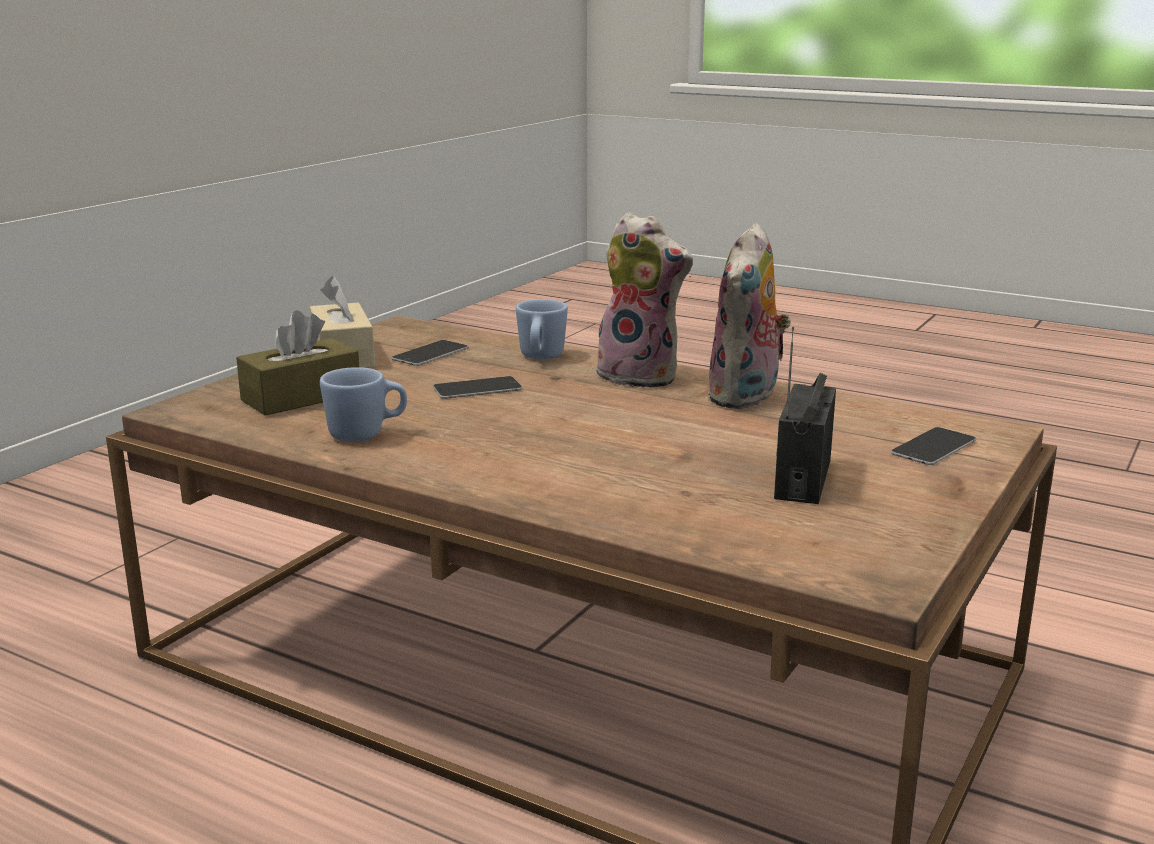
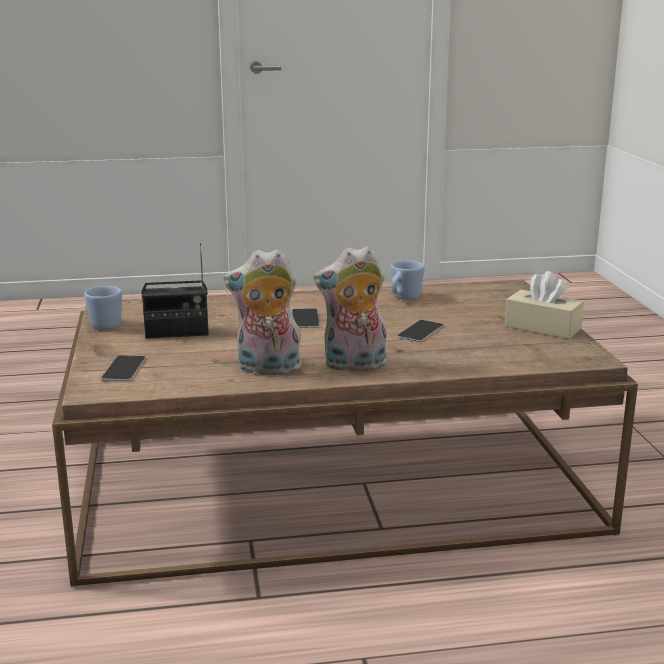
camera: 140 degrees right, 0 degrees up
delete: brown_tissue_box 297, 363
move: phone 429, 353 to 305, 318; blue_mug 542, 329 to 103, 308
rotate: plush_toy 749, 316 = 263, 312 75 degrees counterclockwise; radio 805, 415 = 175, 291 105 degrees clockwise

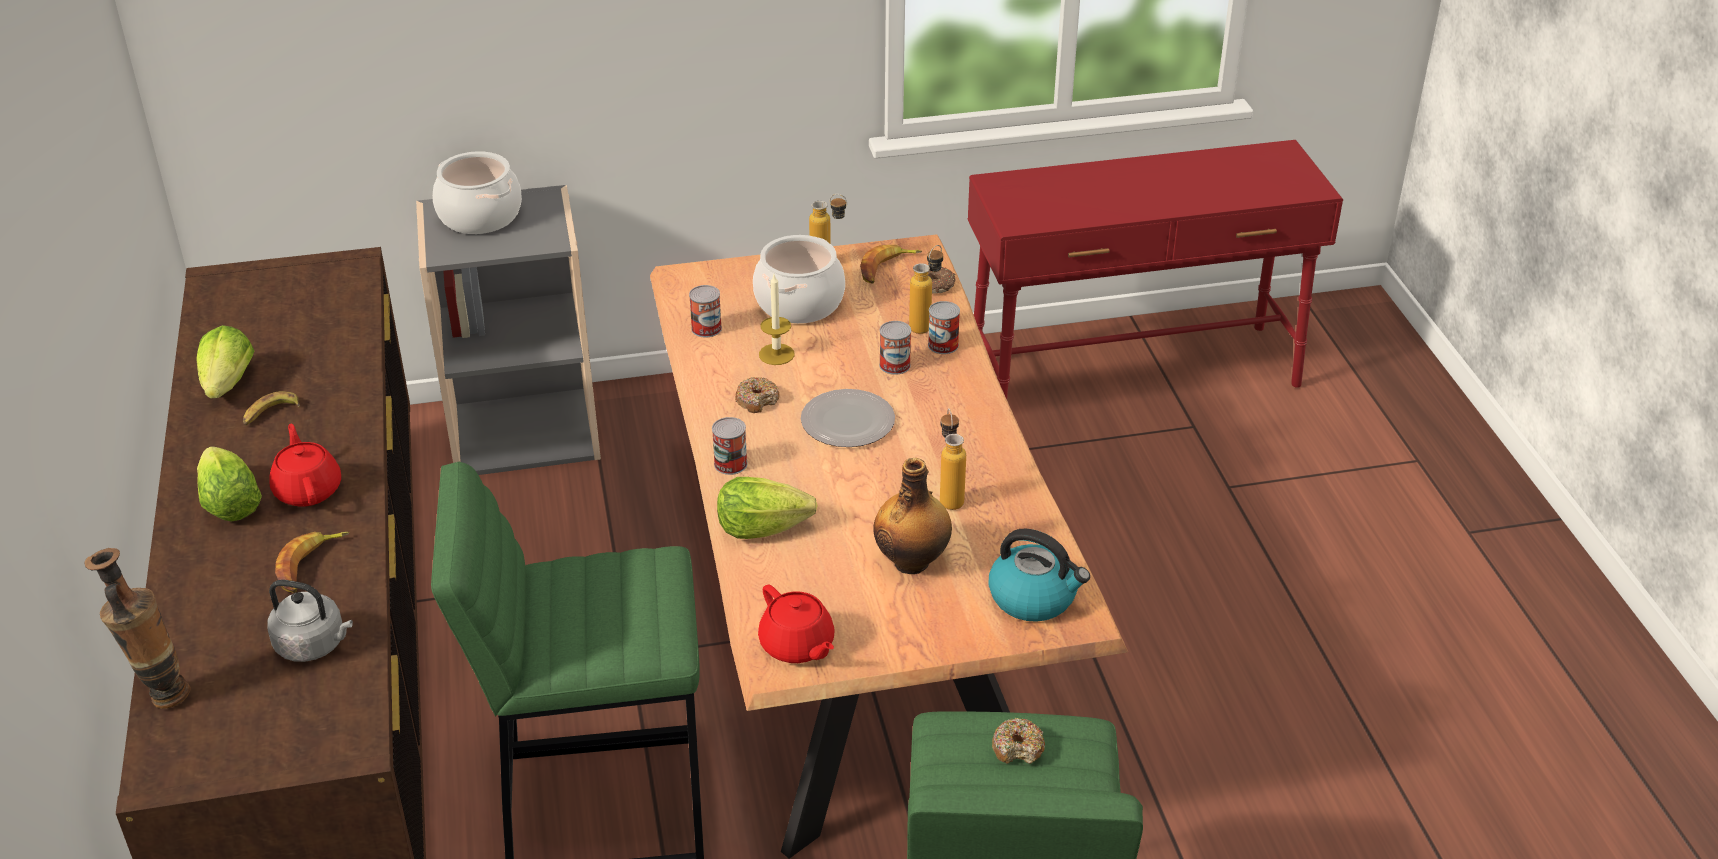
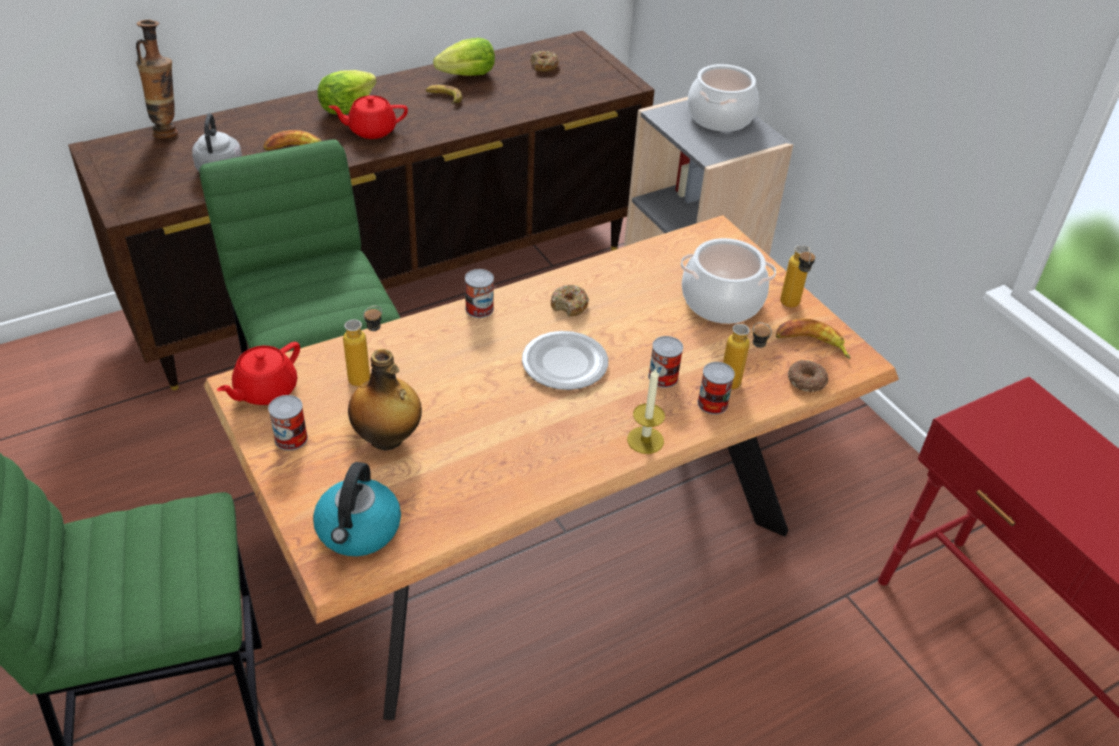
camera: 70 degrees right, 5 degrees up
delete: lettuce 767, 508
move: can 705, 311 to 288, 422; candle 777, 320 to 646, 410; bottle 953, 459 to 362, 346; donut 1018, 741 to 545, 61
rotate: red_teapot 305, 465 = 368, 117 150 degrees counterclockwise

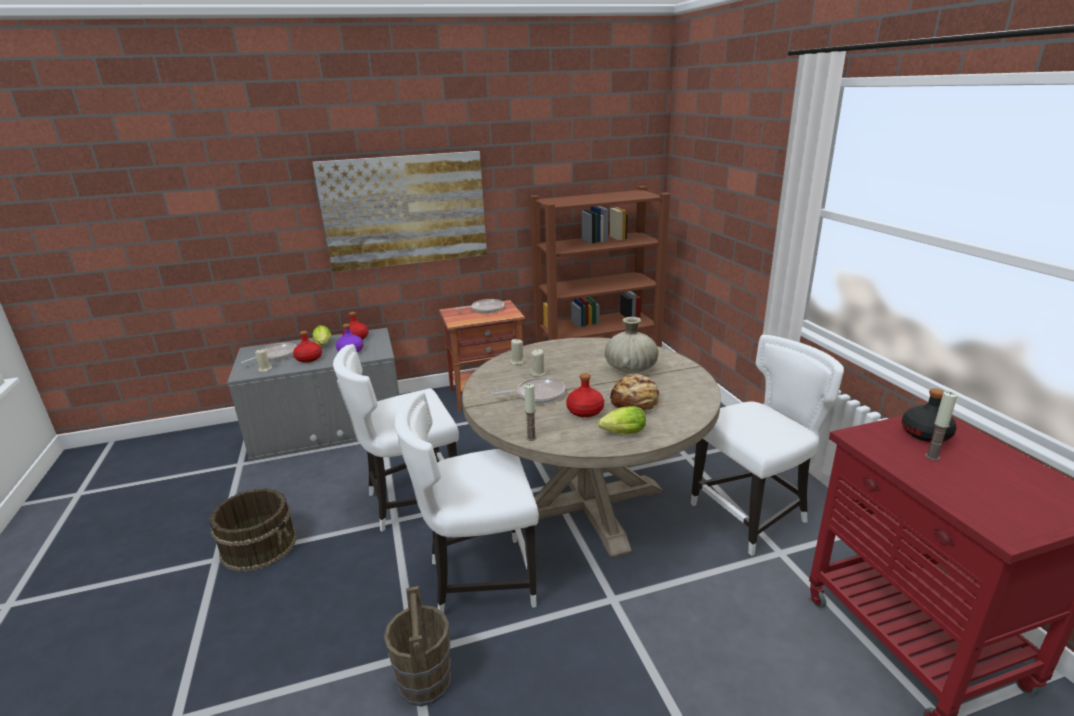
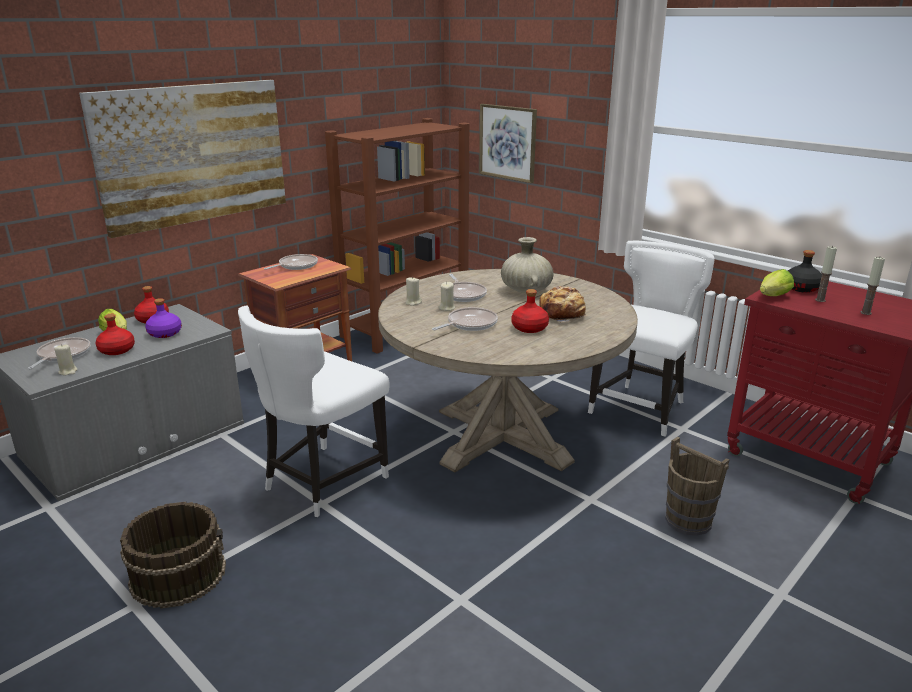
camera: 30 degrees left, 0 degrees up
delete: white_chair 467, 502
insert: frying_pan 468, 288; picture 508, 143
move: brown_bucket 417, 646 to 697, 486; candle 530, 412 to 872, 286; lettuce 622, 420 to 777, 282

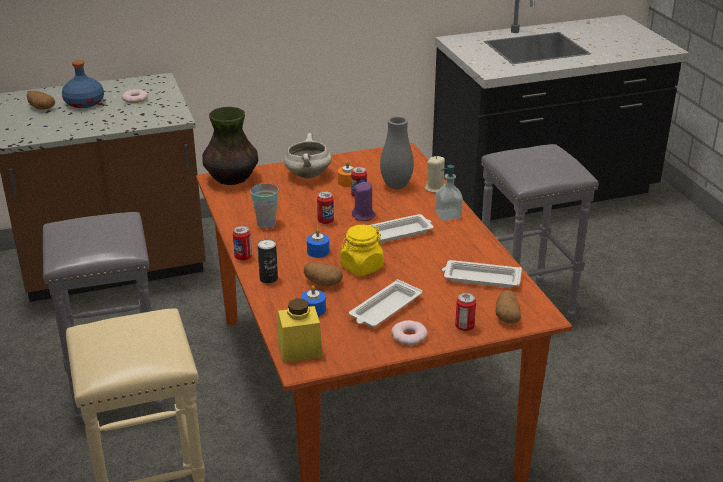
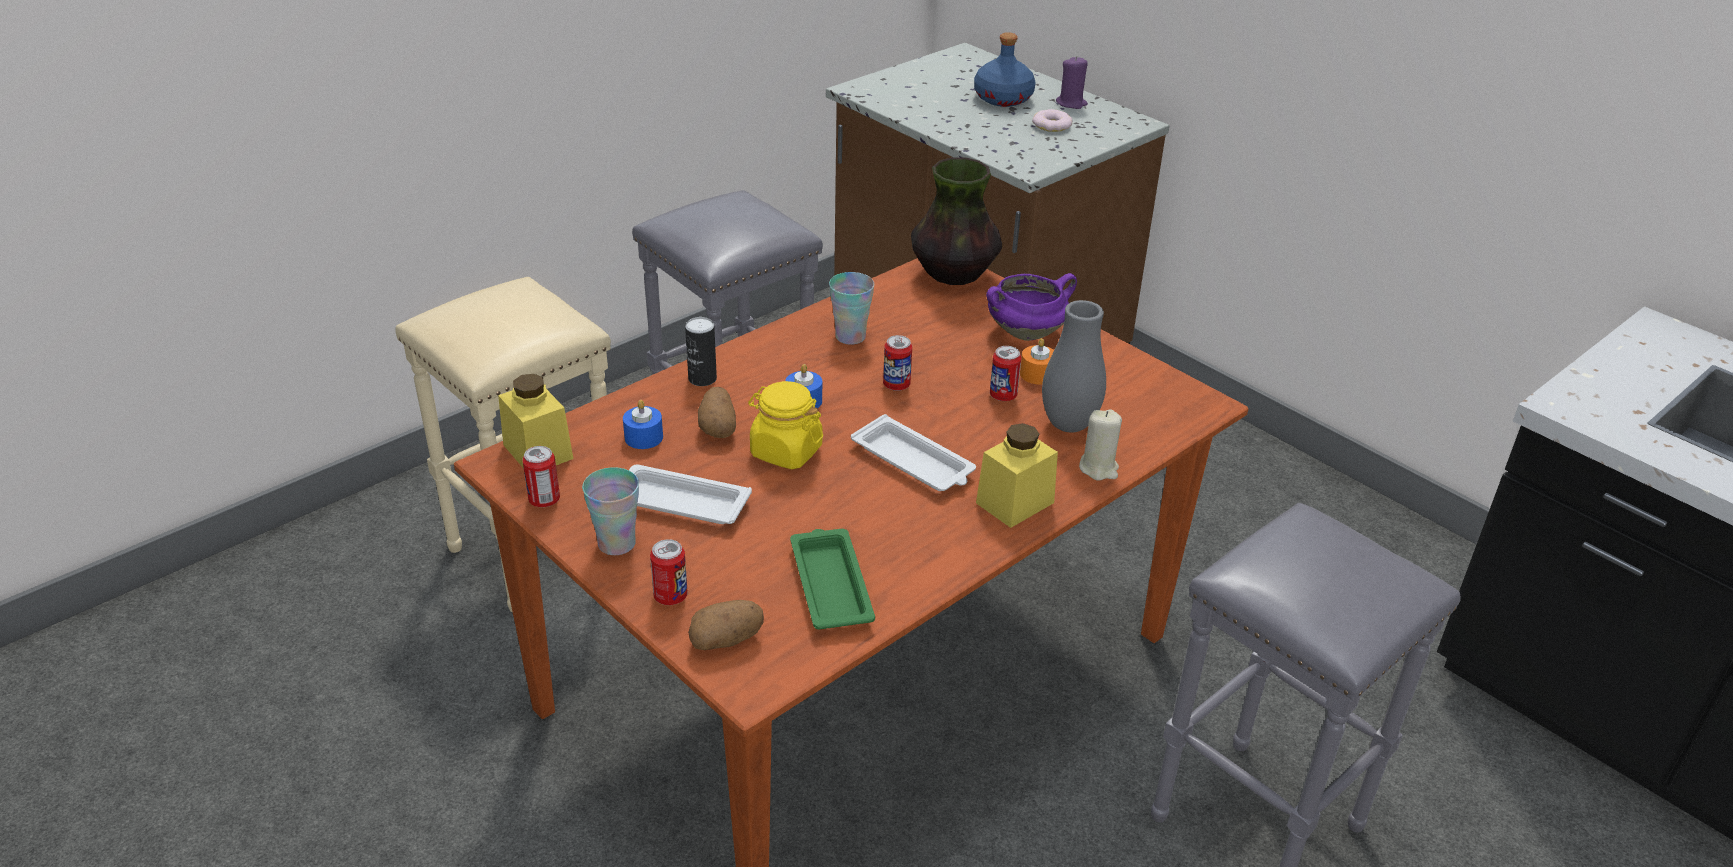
camera: 65 degrees right, 5 degrees up
delete: potato 41, 100
move: can 242, 243 to 541, 476; purple_candle 363, 201 to 1072, 82
replace: donut 409, 332 to cup 610, 511; soap_dispenser 449, 193 to yellow_jar 1017, 475
recolor: white_cooking_pot 308, 156 to purple_cooking_pot 1031, 307; white_tray 482, 274 to green_tray 832, 579

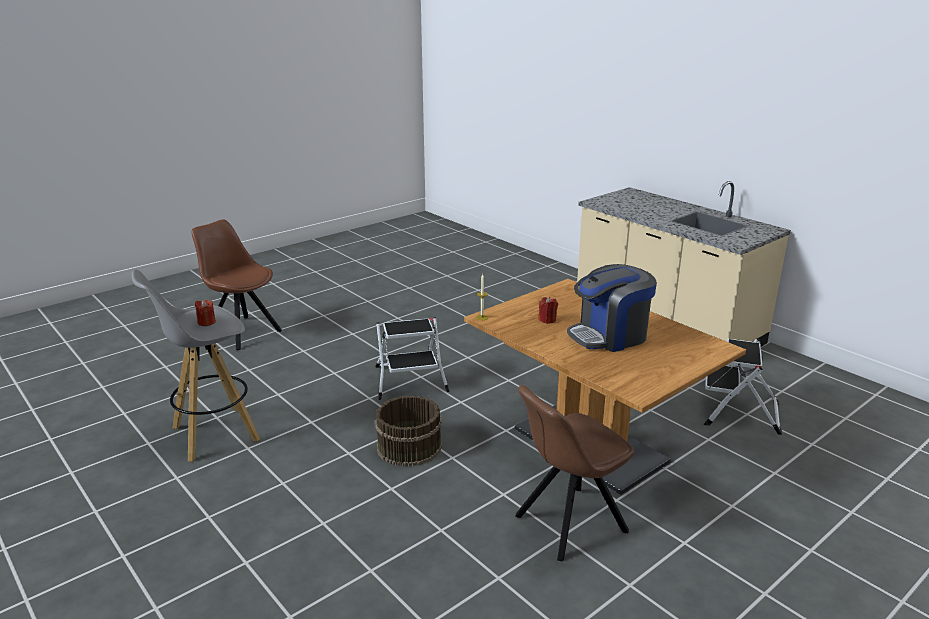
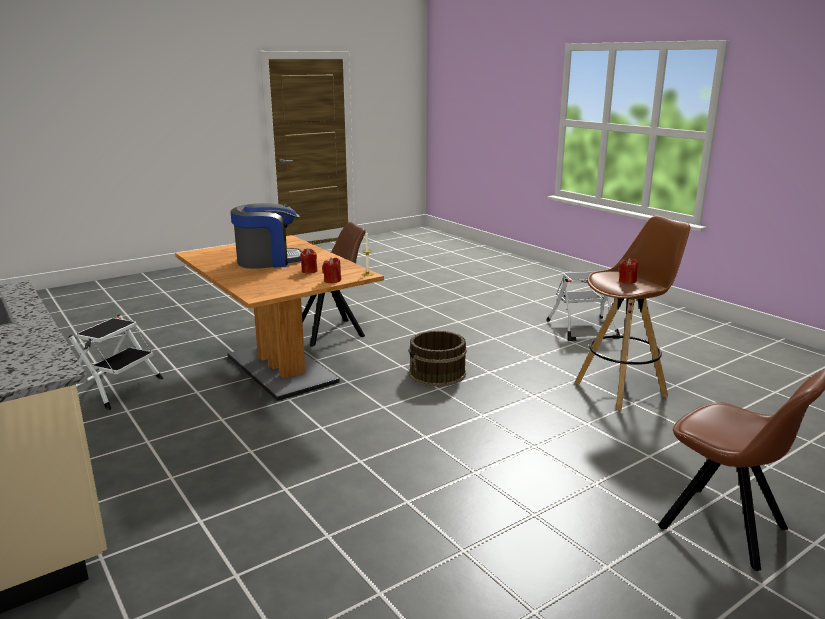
camera: 175 degrees left, 5 degrees down
insert: red_candle 331, 270
move: step_ladder 412, 358 to 583, 306
recolor: grey_stool 196, 365 to brown_stool 632, 313

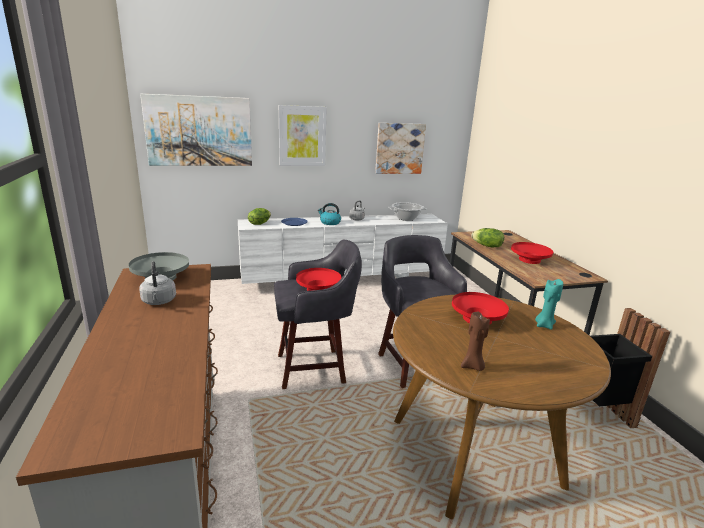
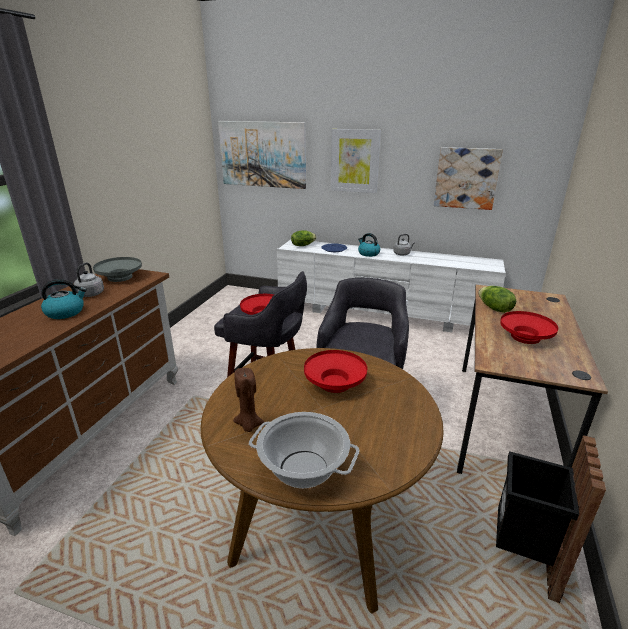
camera: 35 degrees right, 5 degrees up
delete: turquoise_candle 549, 304
insert: kettle 64, 299
move: cooking_pot 407, 211 to 304, 450

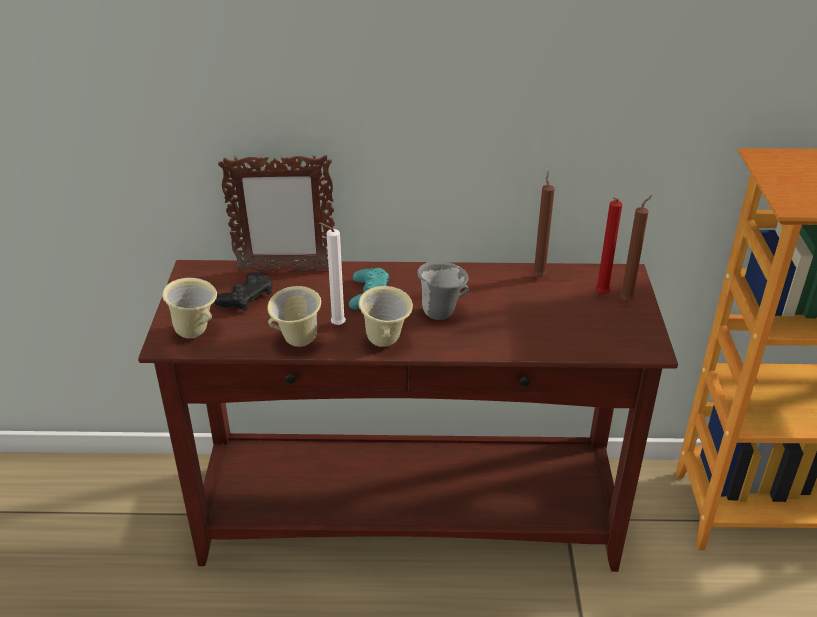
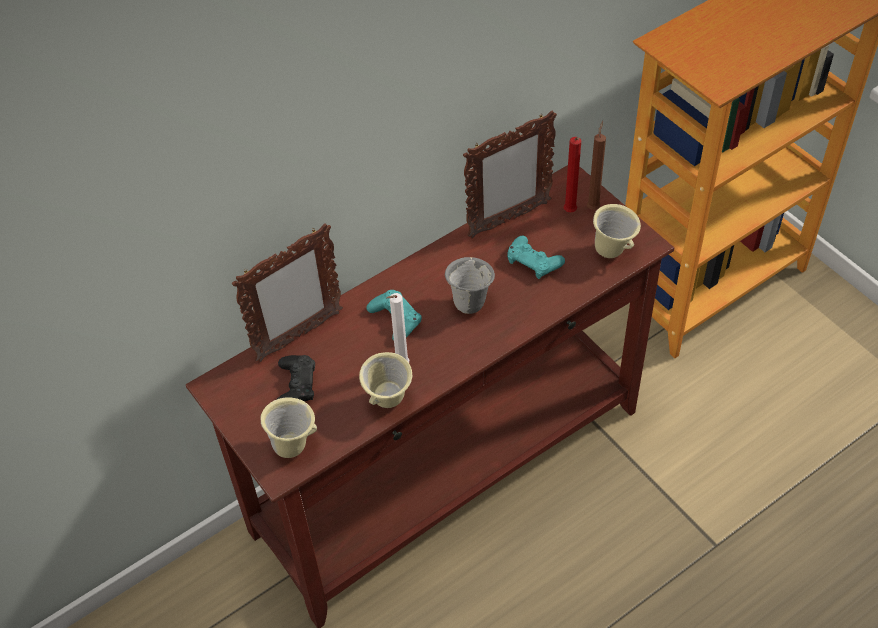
camera: 35 degrees left, 15 degrees up
insert: turquoise_game_controller 536, 257
move: beige_mug 385, 316 to 617, 231
replace: brown_candle 544, 224 to picture_frame 510, 174

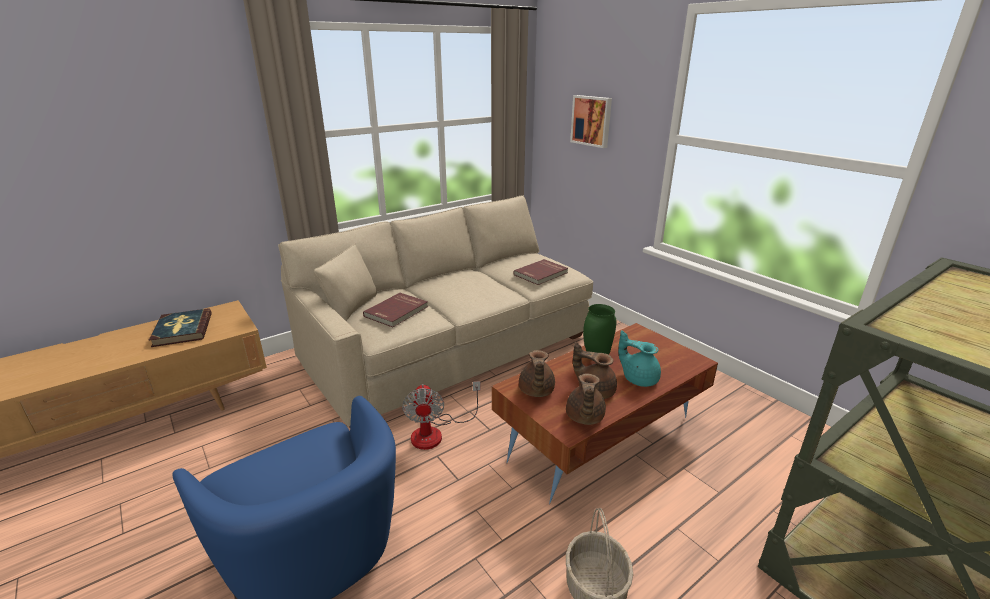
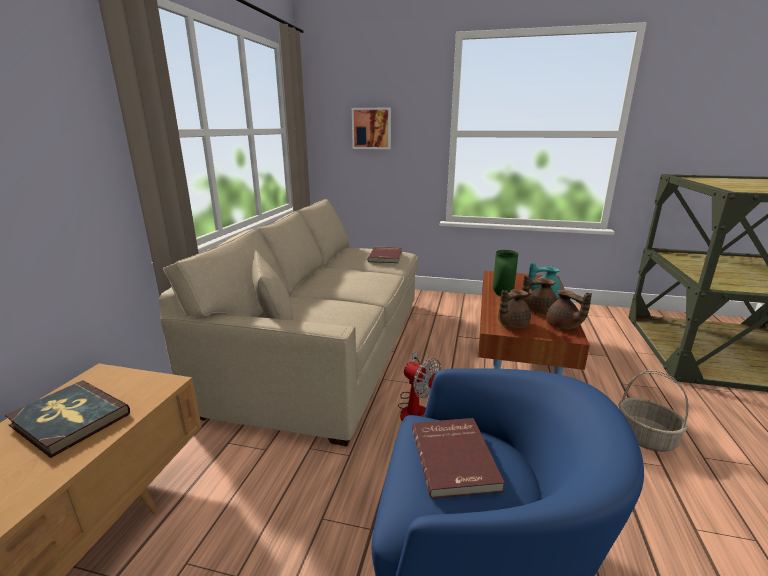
camera: 40 degrees left, 5 degrees down
move: red_book 395, 310 to 458, 458
rotate: brown_teapot 537, 373 = 514, 308 90 degrees clockwise

